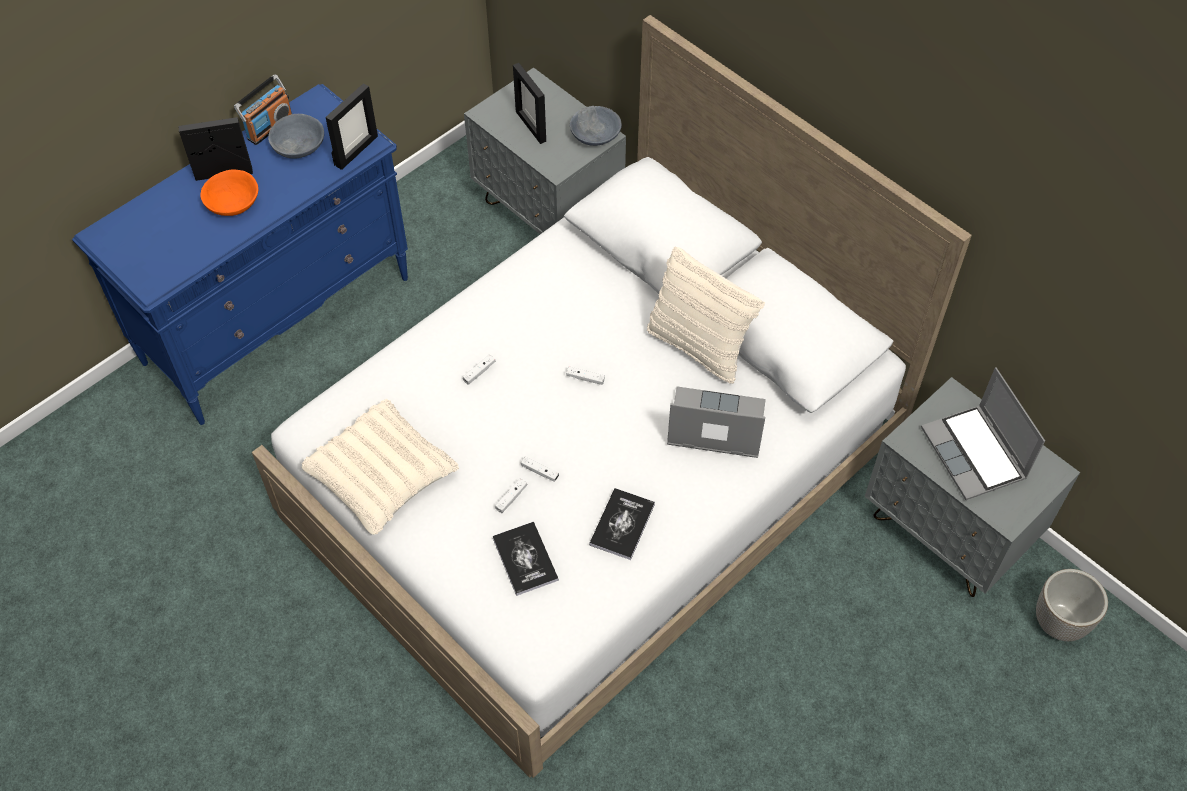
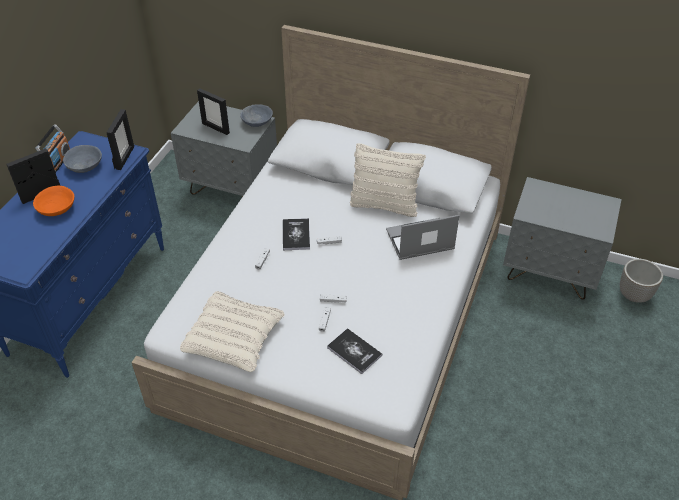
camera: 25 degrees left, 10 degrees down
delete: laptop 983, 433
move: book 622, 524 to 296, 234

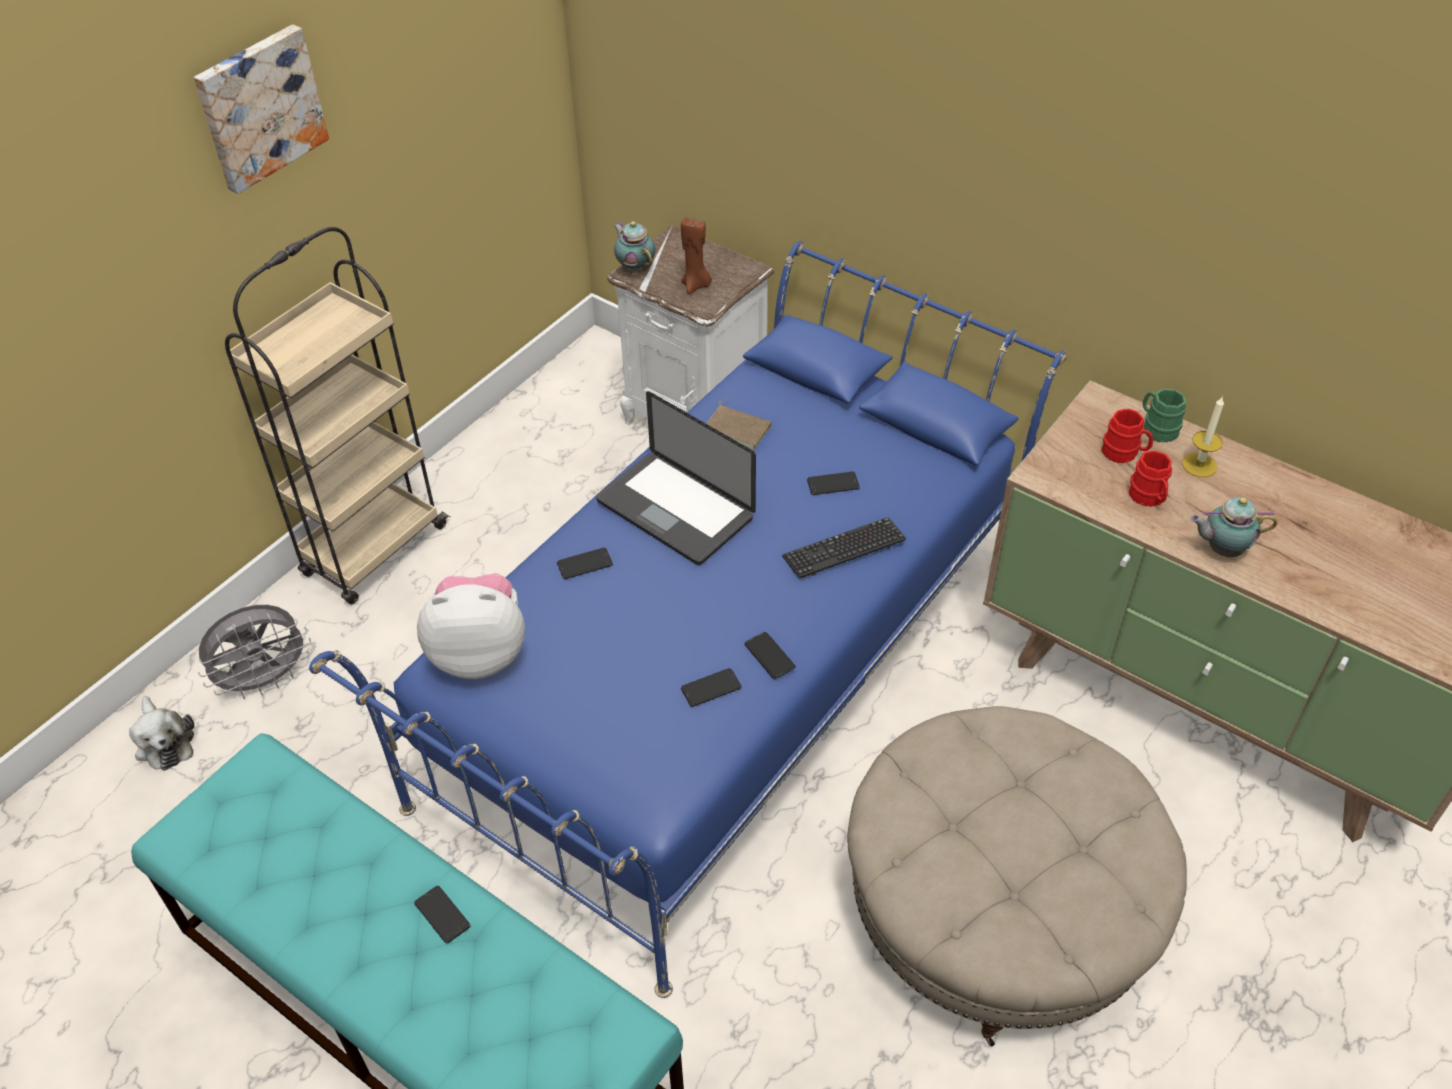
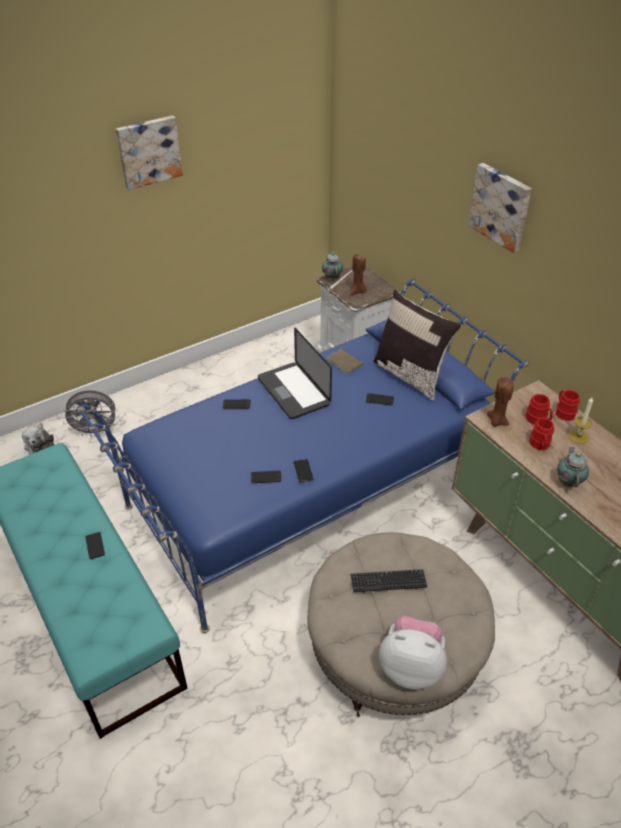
camera: 20 degrees right, 5 degrees down
delete: beige_cart 337, 416
insert: pillow 417, 345; picture 500, 208; brown_candle 500, 402
move: plush_toy 471, 626 to 413, 652; keyboard 844, 548 to 389, 581
recolor: green_mug 1164, 415 to red_mug 568, 405
rotate: teapot 1234, 527 = 573, 467 75 degrees clockwise

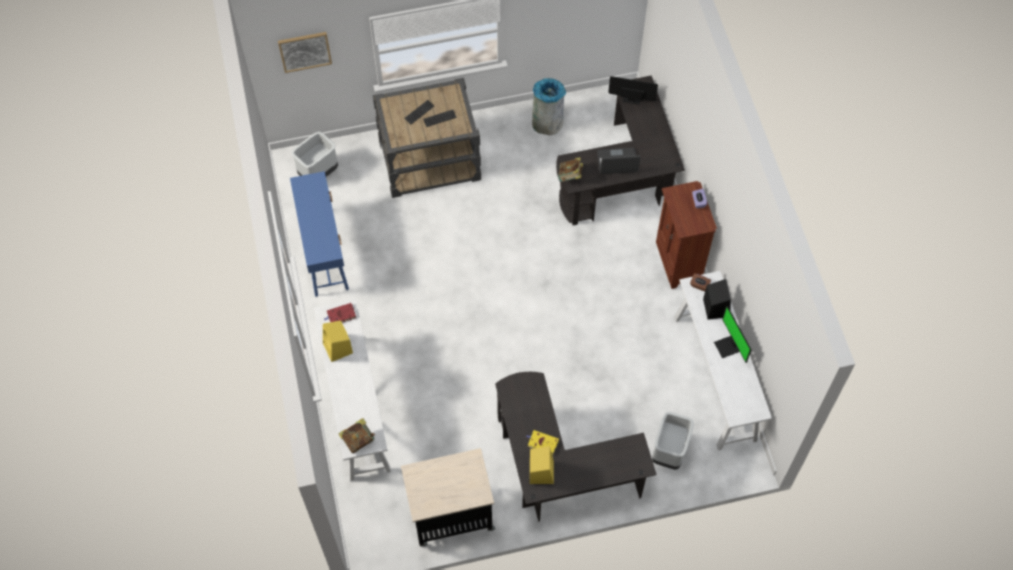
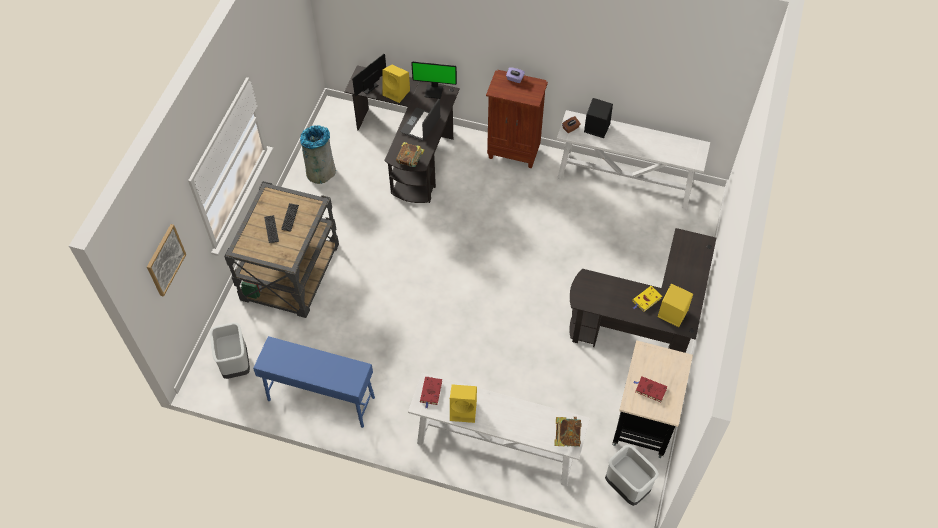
camera: 60 degrees left, 5 degrees down
insert: yellow_speaker 396, 84; red_book 650, 389
move: grey_trash_can 673, 441 to 632, 475; monitor 732, 334 to 434, 80

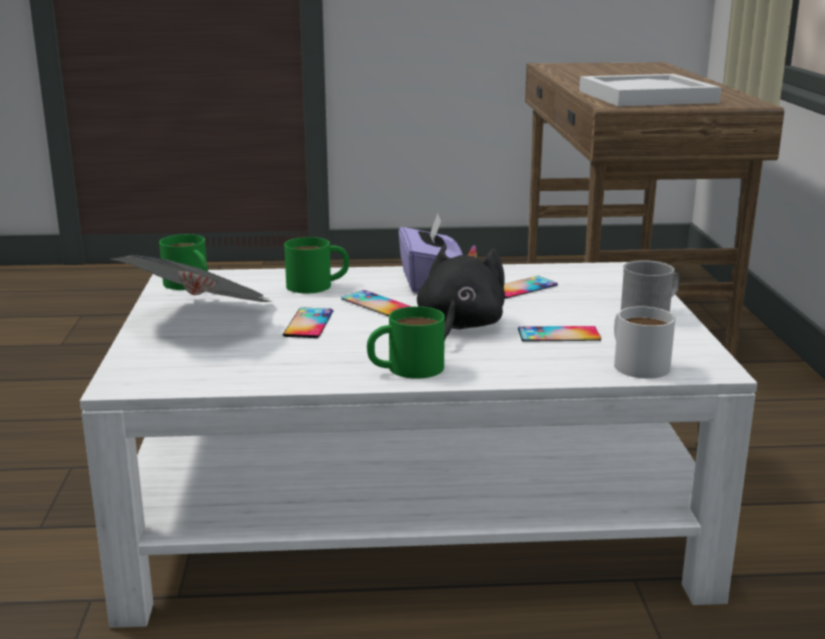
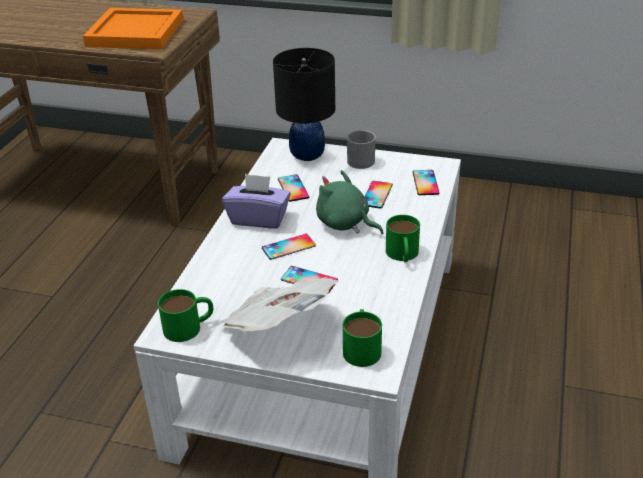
camera: 70 degrees left, 15 degrees up
insert: black_table_lamp 304, 104
move: green_mug 316, 265 to 362, 338
replace: white_mug 644, 342 to phone 426, 182
recolor: black_plush_toy 461, 293 to green_plush_toy 349, 202; white_tray 650, 90 to orange_tray 133, 28

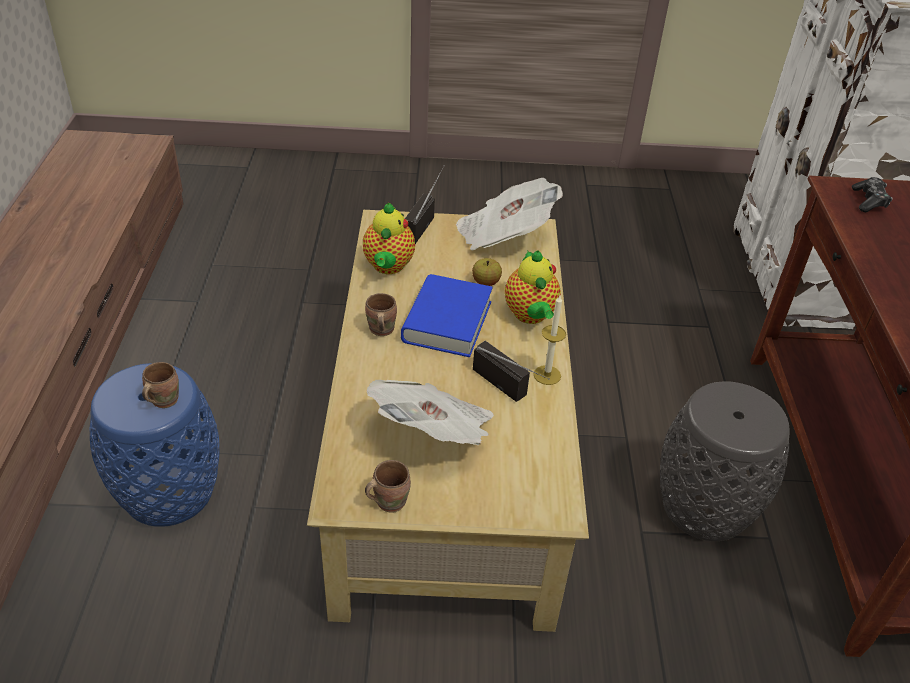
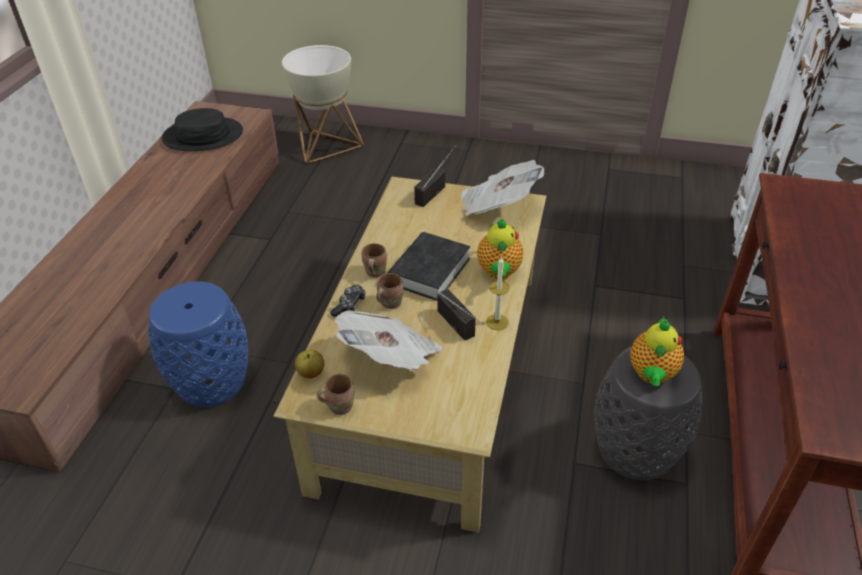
camera: 15 degrees right, 0 degrees up
insert: black_hat 202, 129; planter 323, 104
move: brown_mug 160, 385 to 390, 291; teapot 389, 238 to 657, 351; apple 487, 272 to 309, 364; game_controller 872, 194 to 348, 301
recolor: blue_book 447, 315 to black_book 428, 266

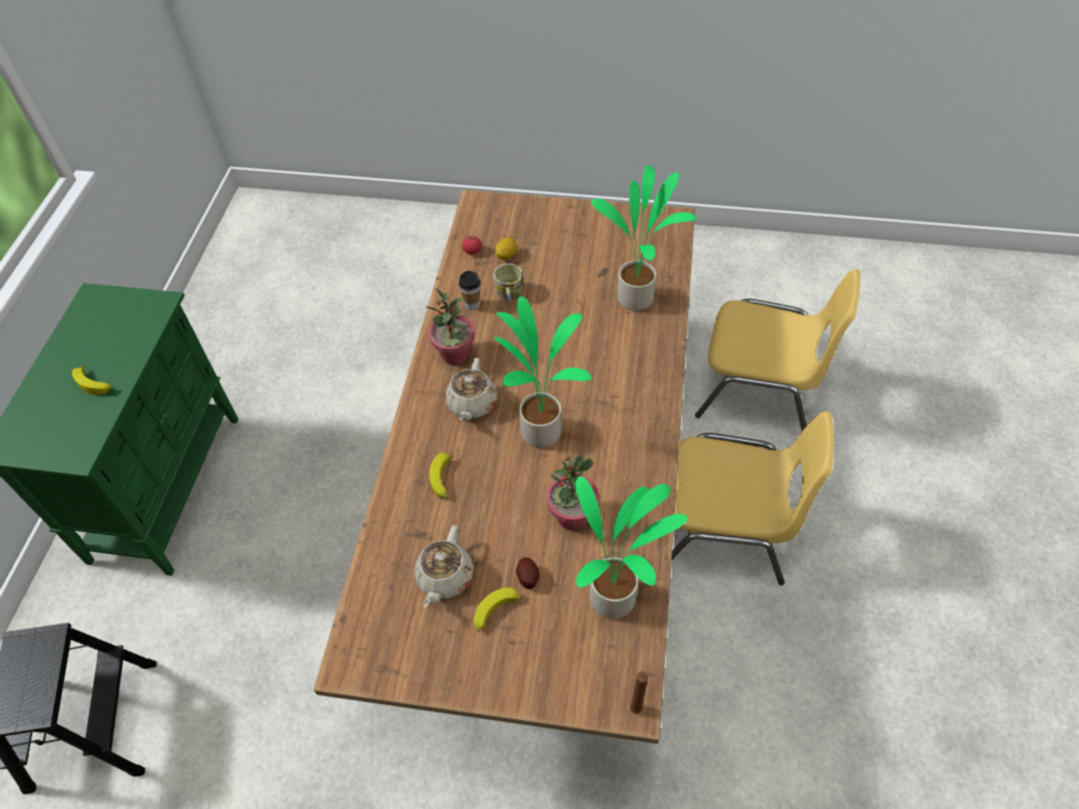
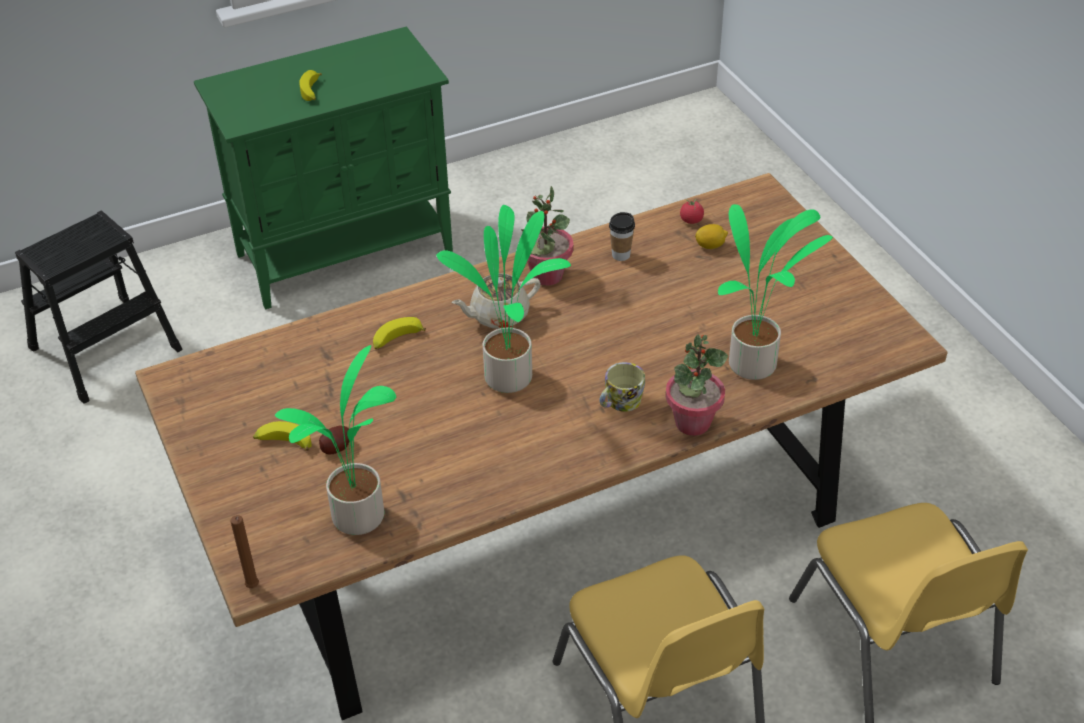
camera: 55 degrees right, 10 degrees down
delete: beige_teapot 443, 566
move: mug 508, 283 to 622, 387; potted_plant 572, 493 to 696, 385

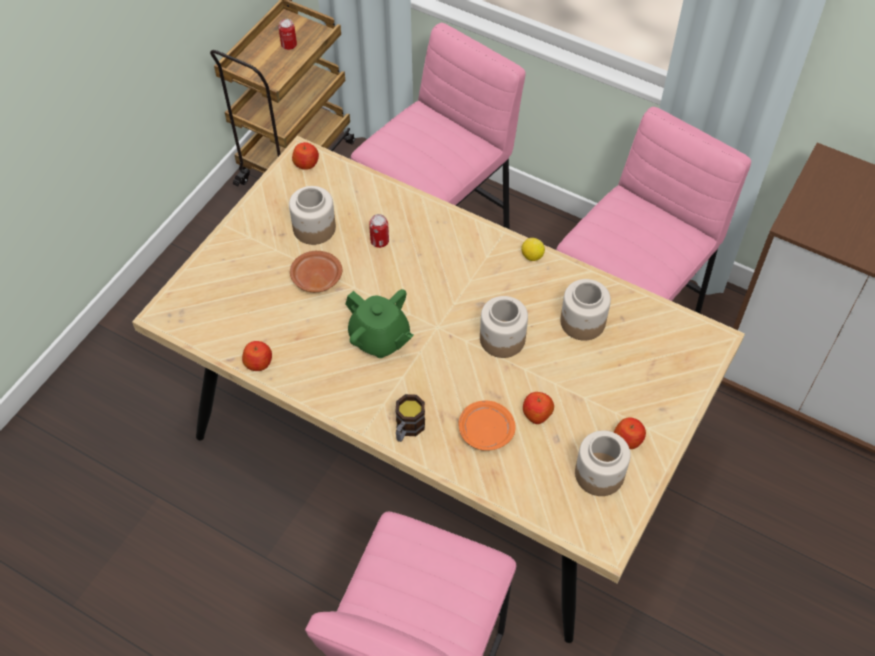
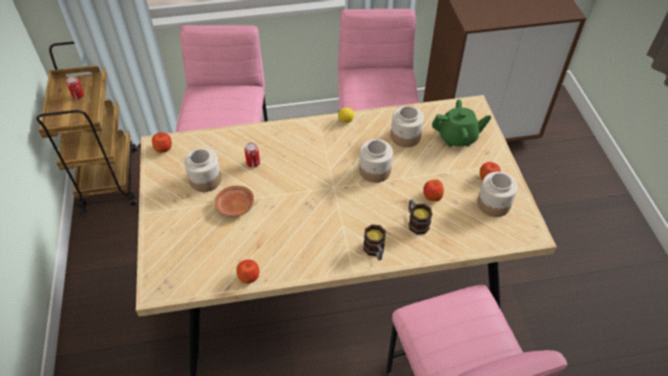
camera: 40 degrees left, 5 degrees down
move: green_teapot 379, 323 to 461, 123
replace: orange_plate 487, 426 to mug 420, 217

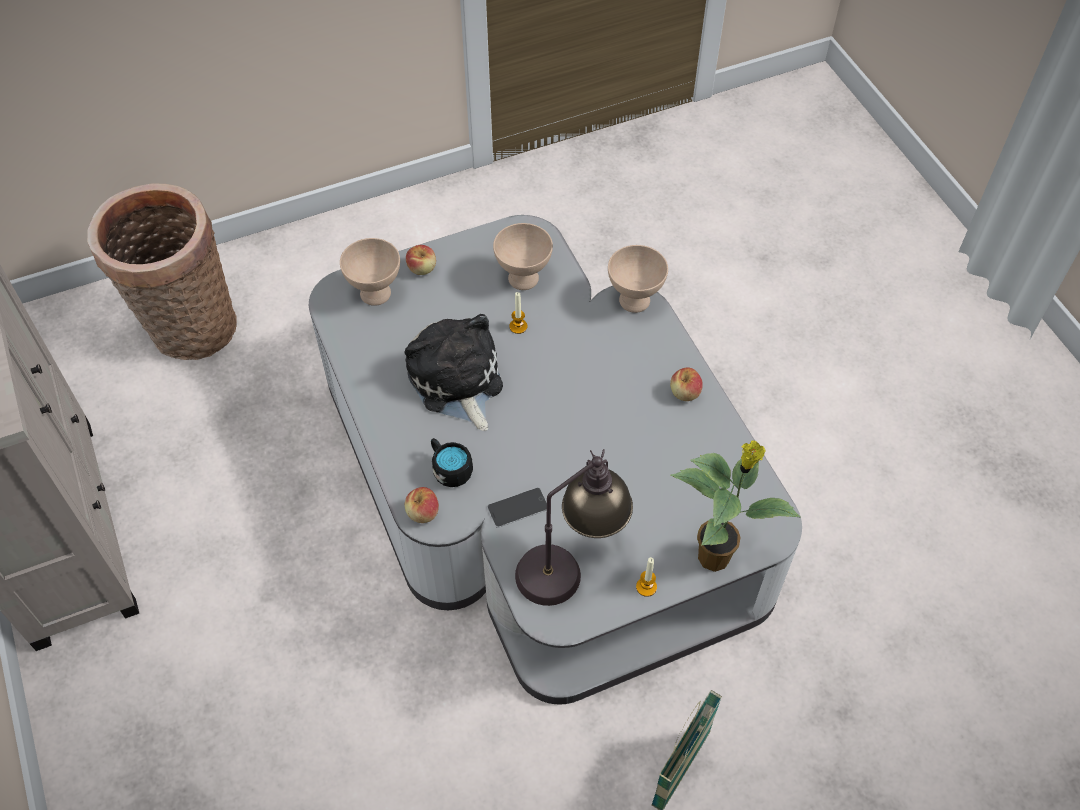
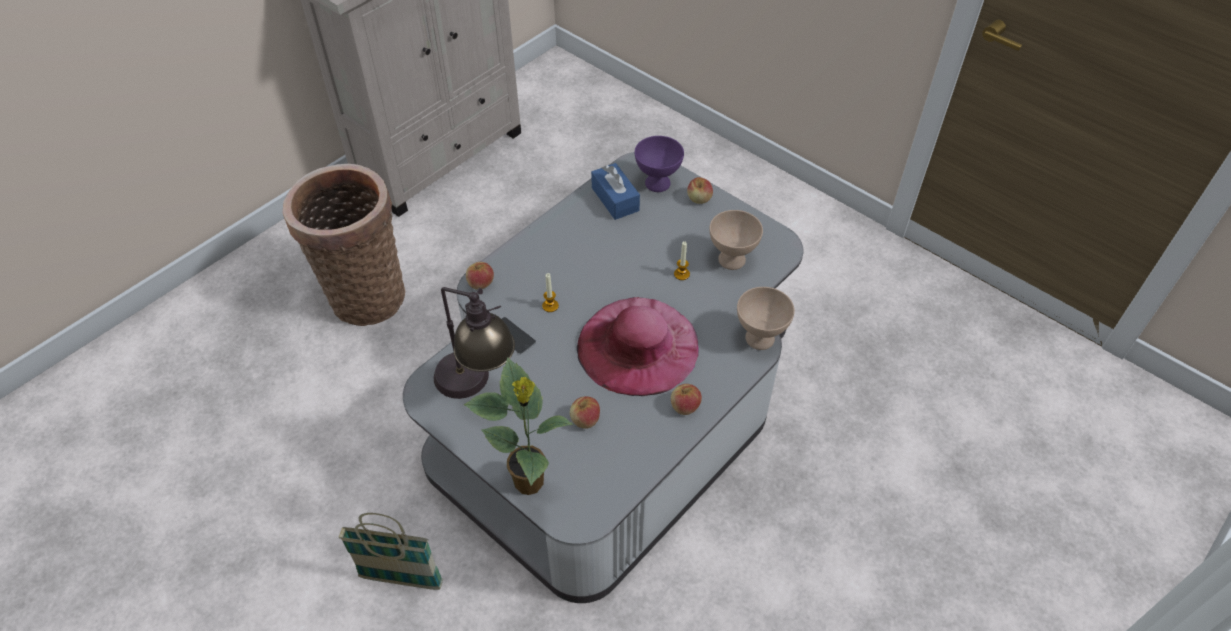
camera: 65 degrees right, 5 degrees down
delete: plush_toy 453, 372; black_mug 452, 462
insert: apple 585, 412; pink_hat 638, 346; blue_tissue_box 615, 191
move: basket 162, 271 to 344, 245; candle 646, 577 to 550, 292
recolor: beige_bowl 370, 272 to purple_bowl 659, 164

